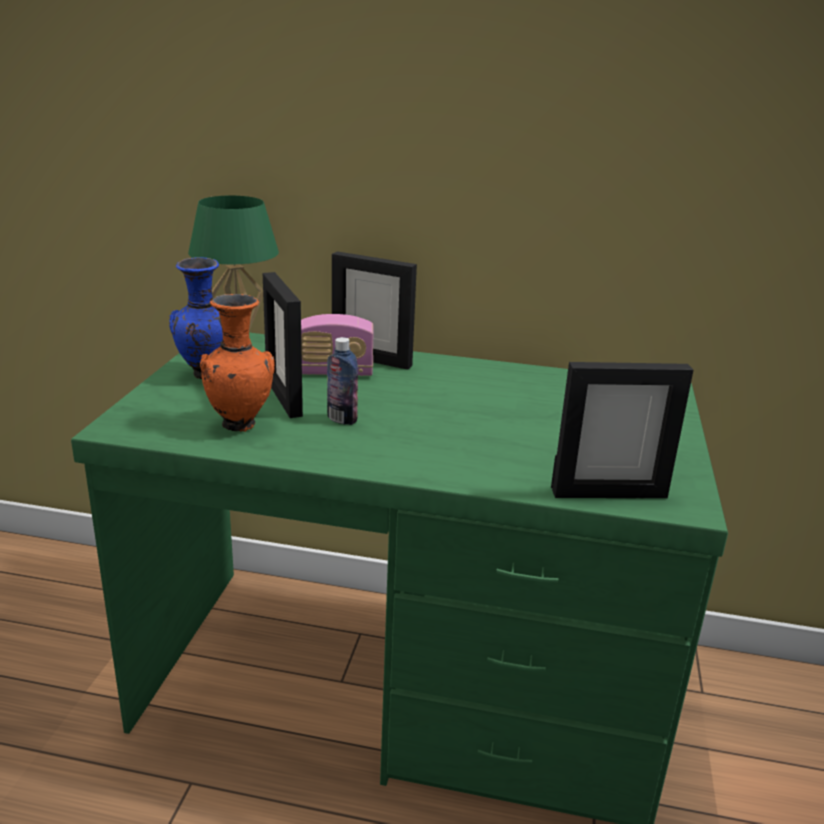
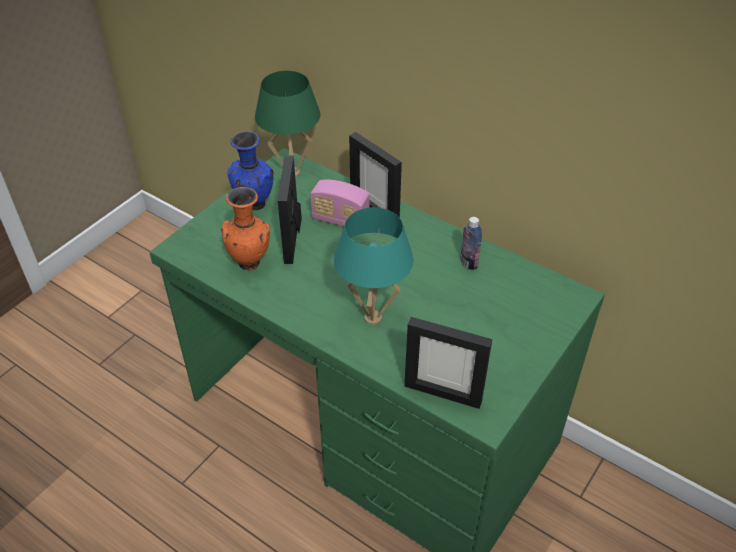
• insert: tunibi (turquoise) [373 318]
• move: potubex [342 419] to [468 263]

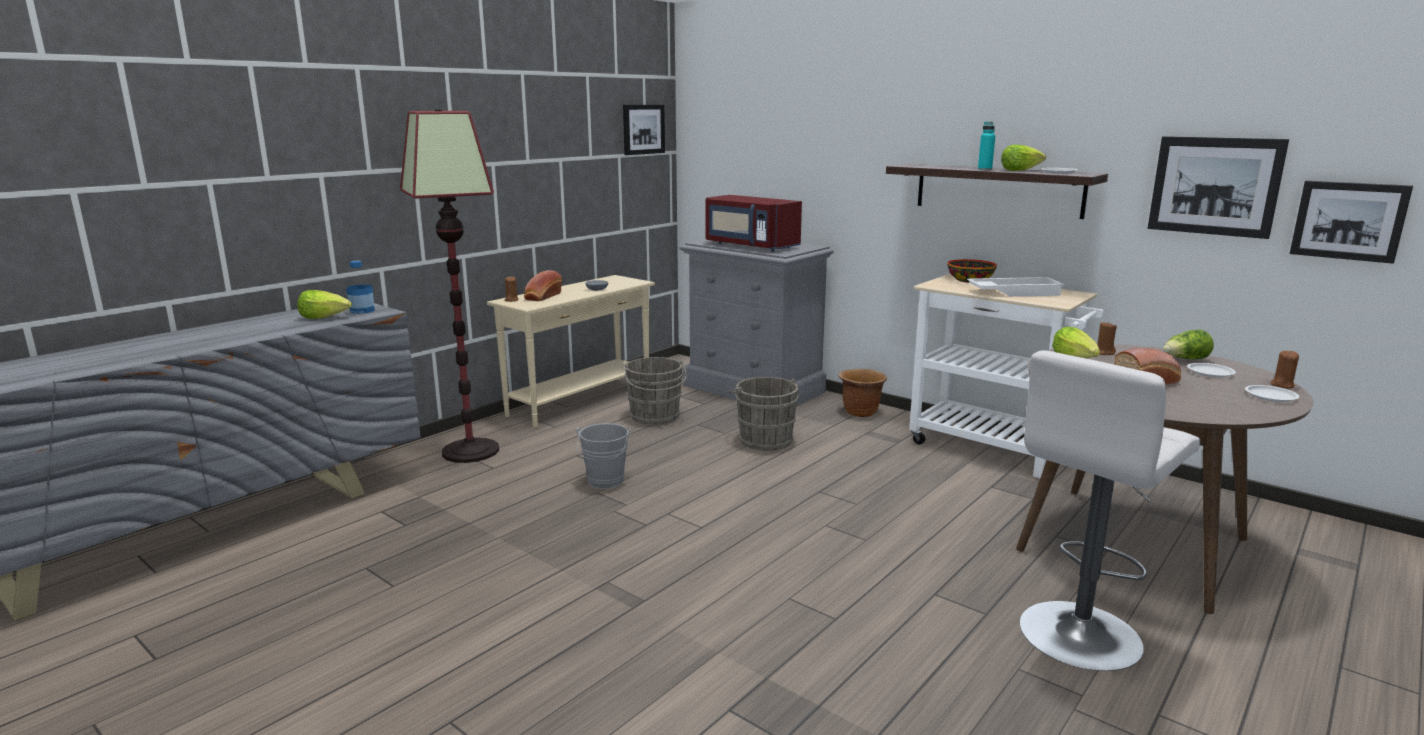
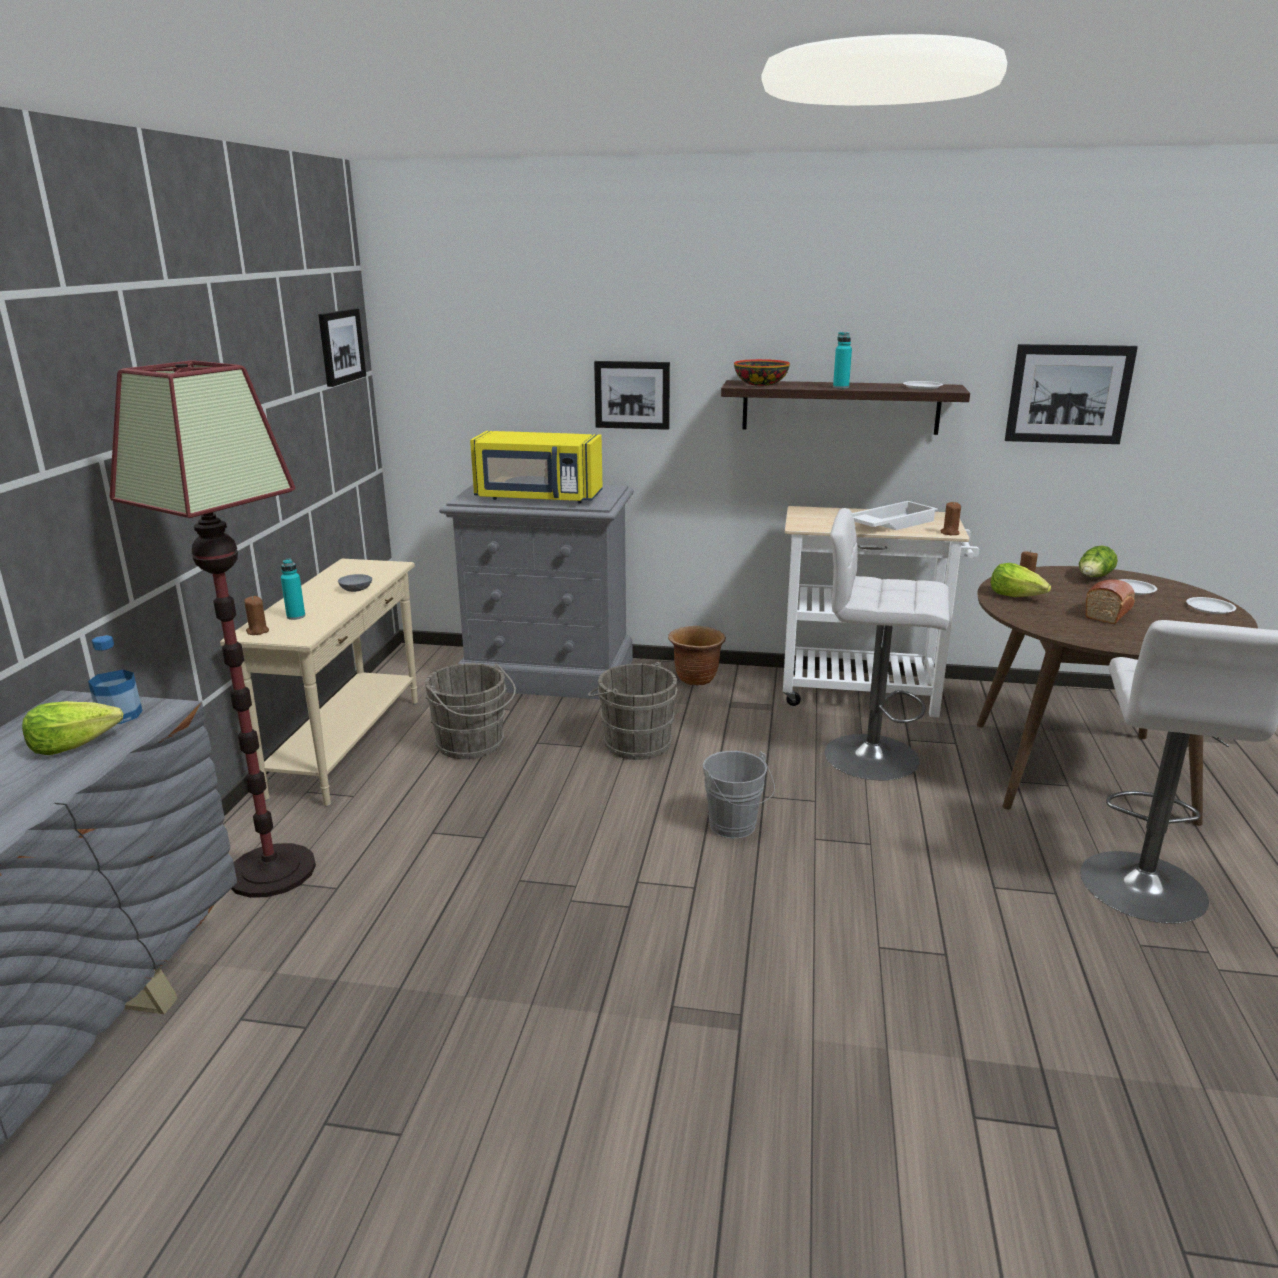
• replace: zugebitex [542 297] to potubex (turquoise) [296 616]
• recolor: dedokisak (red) [750 246] to dedokisak (yellow) [538 498]
• move: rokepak [1349 220] to [632 394]
• move: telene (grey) [605 483] to [735 828]
• move: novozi [969 280] to [760 384]
• insert: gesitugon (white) [870 756]
• move: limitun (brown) [1282 385] to [949 533]
• delete: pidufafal [1019 170]

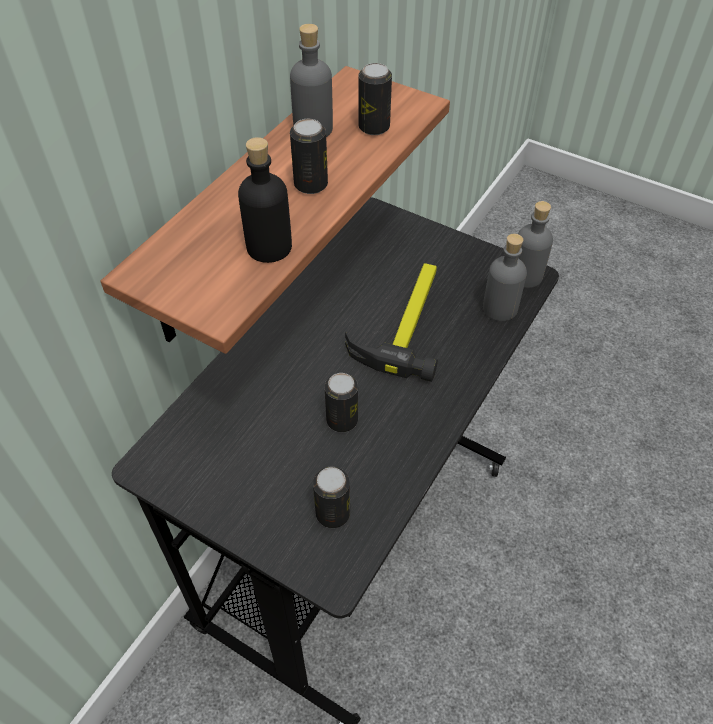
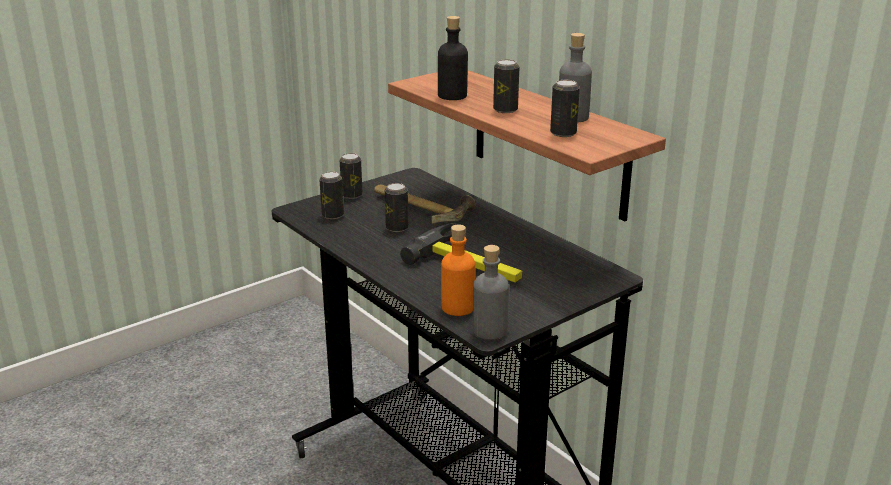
• insert: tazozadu [352 195]
• insert: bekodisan [421 207]
• recolor: potubex (grey) [500 308] to potubex (orange) [458 307]

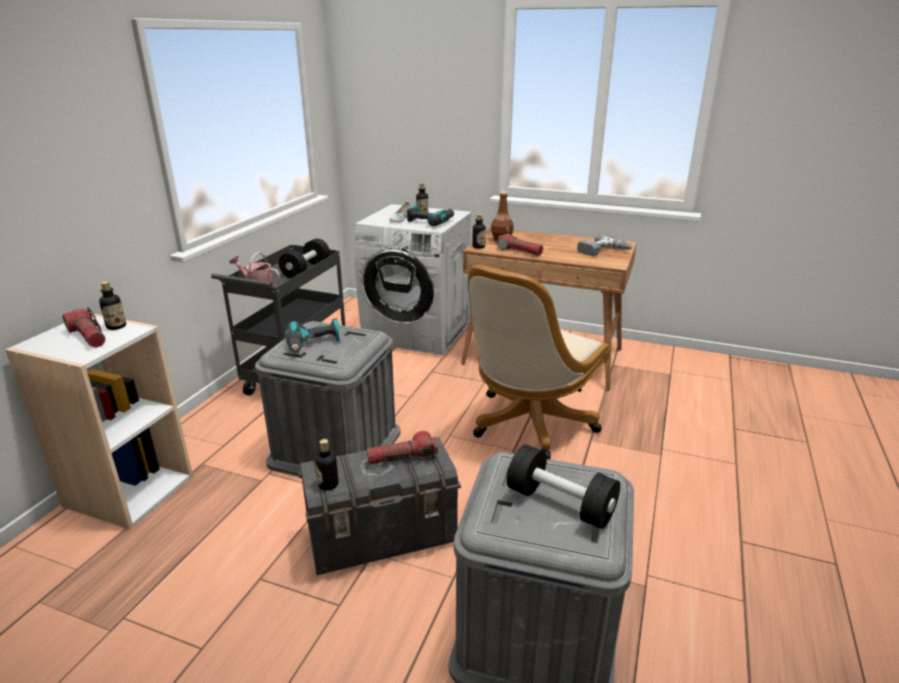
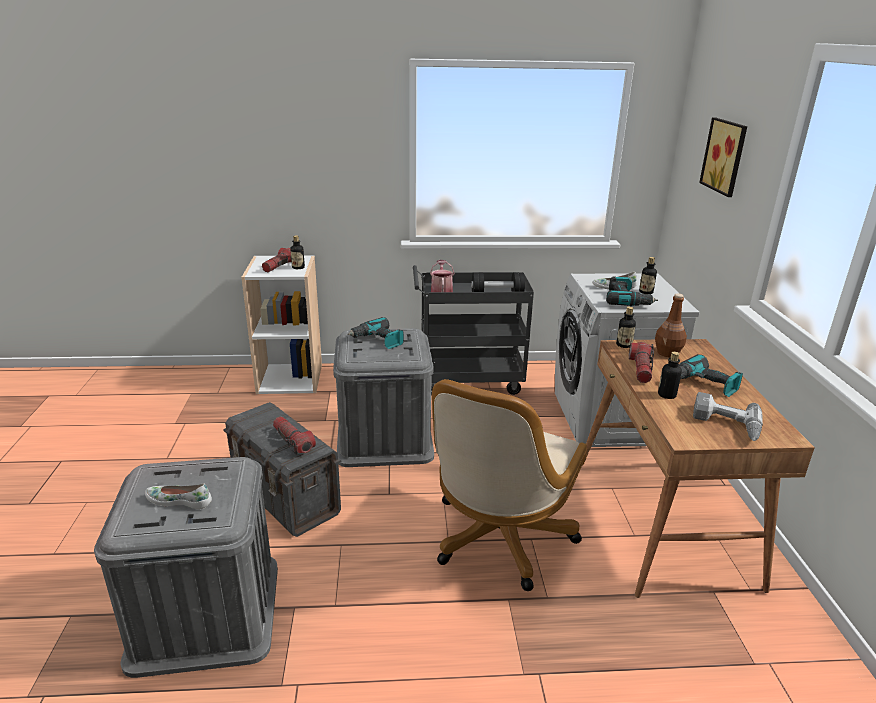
• replace: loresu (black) [560 503] to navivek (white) [179 500]
• rotate: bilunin [528 426] = [498 542] 75 degrees counterclockwise
• move: potubex [328 484] to [667 395]
• insert: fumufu [703 385]
• insert: rokepak [726 156]

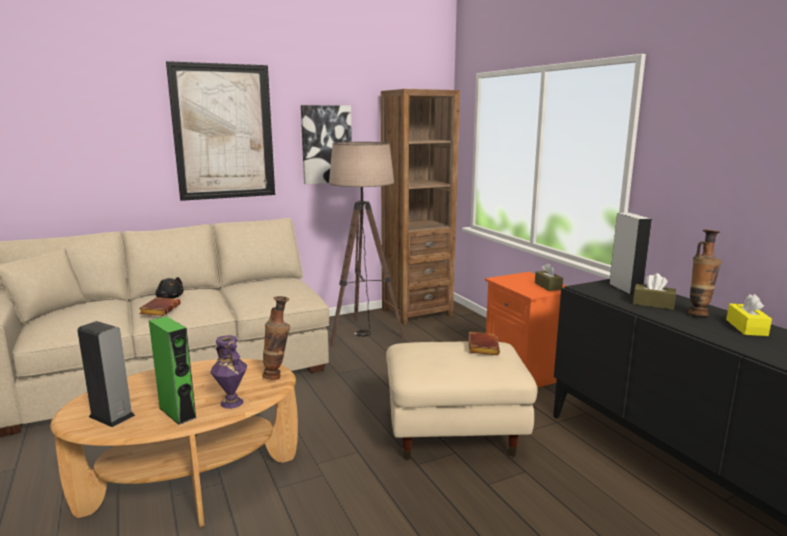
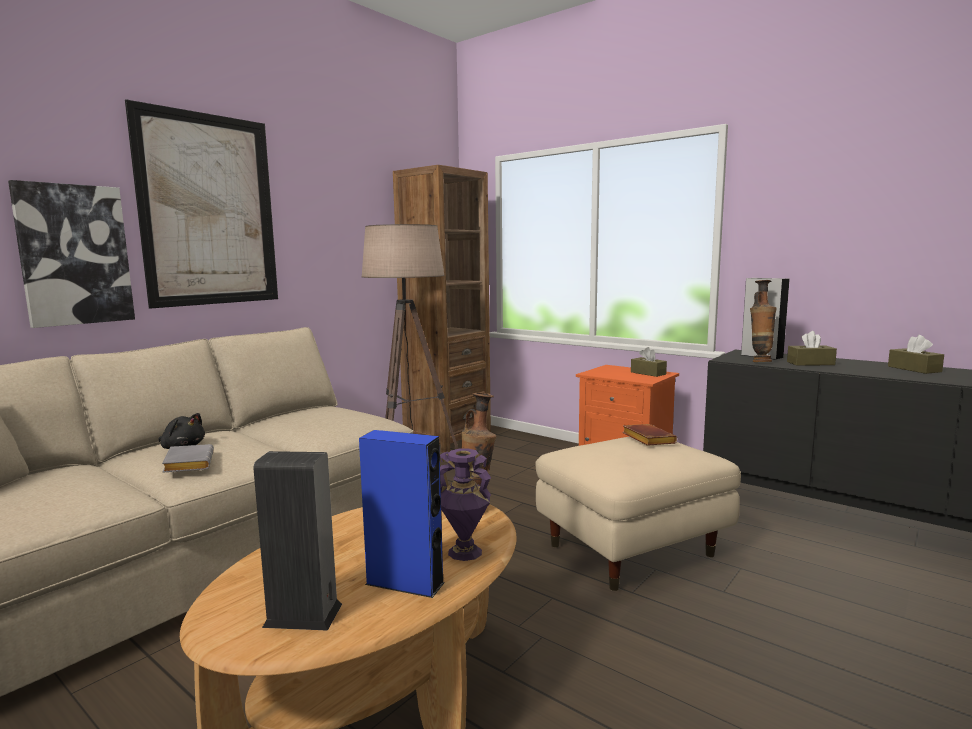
• move: rokepak [326 144] to [74 255]
• recolor: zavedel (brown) [160 310] to zavedel (grey) [187 463]
• recolor: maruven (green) [177 412] to maruven (blue) [405 583]
• move: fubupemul [698 313] to [760 362]
• recolor: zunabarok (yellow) [746 327] to zunabarok (brown) [914 369]

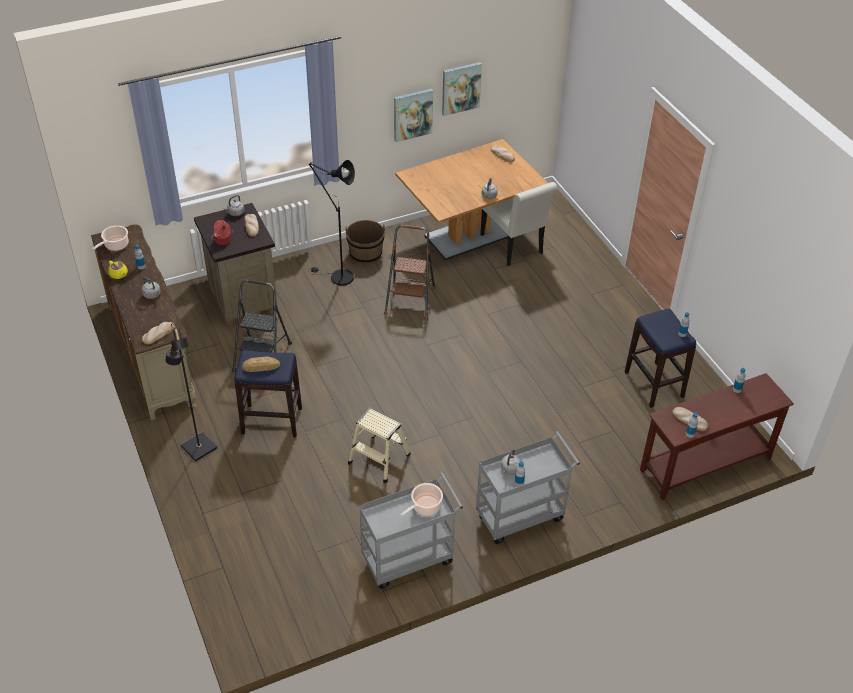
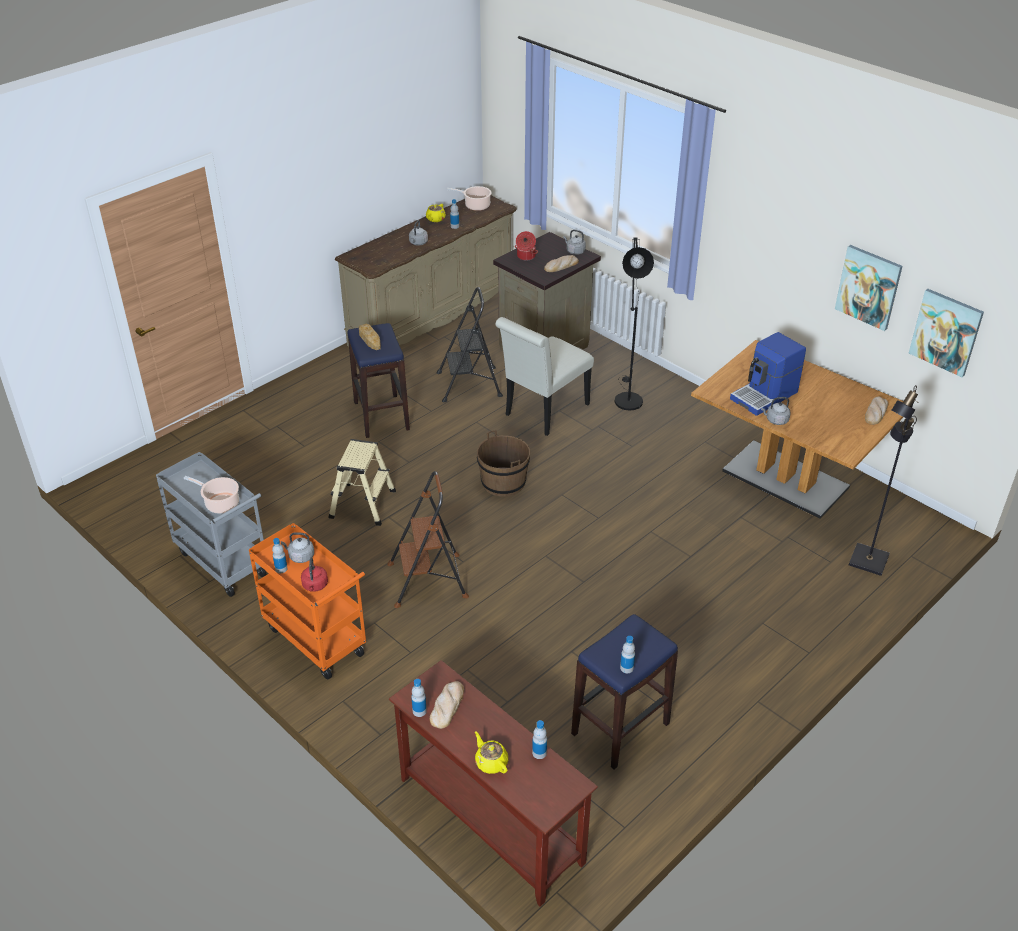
• recolor: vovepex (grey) [522 519] to vovepex (orange) [317 643]
• insert: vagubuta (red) [315 586]
• move: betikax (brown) [410 299] to [430 579]
• insert: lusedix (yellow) [491 762]
• move: telene (brown) [365 254] to [503 482]
• move: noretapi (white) [514 247] to [543 412]
• insert: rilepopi [765 396]
• move: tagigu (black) [199 447] to [869 560]
• move: rokepak [412 114] to [946 332]
• delete: zugebitex [158 334]

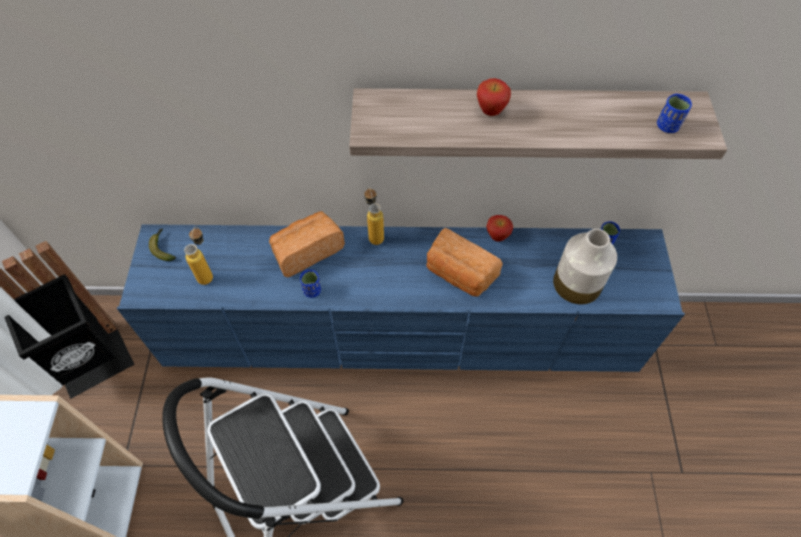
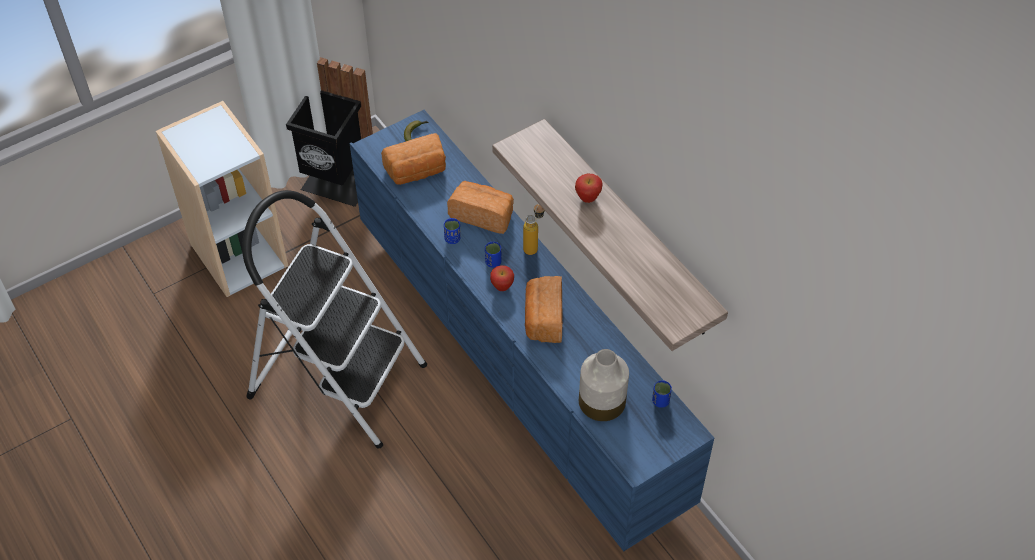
• replace: potubex [207 273] to zugebitex [417 171]
• move: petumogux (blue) [667 126] to [493 262]
• move: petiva [497 237] to [502 287]

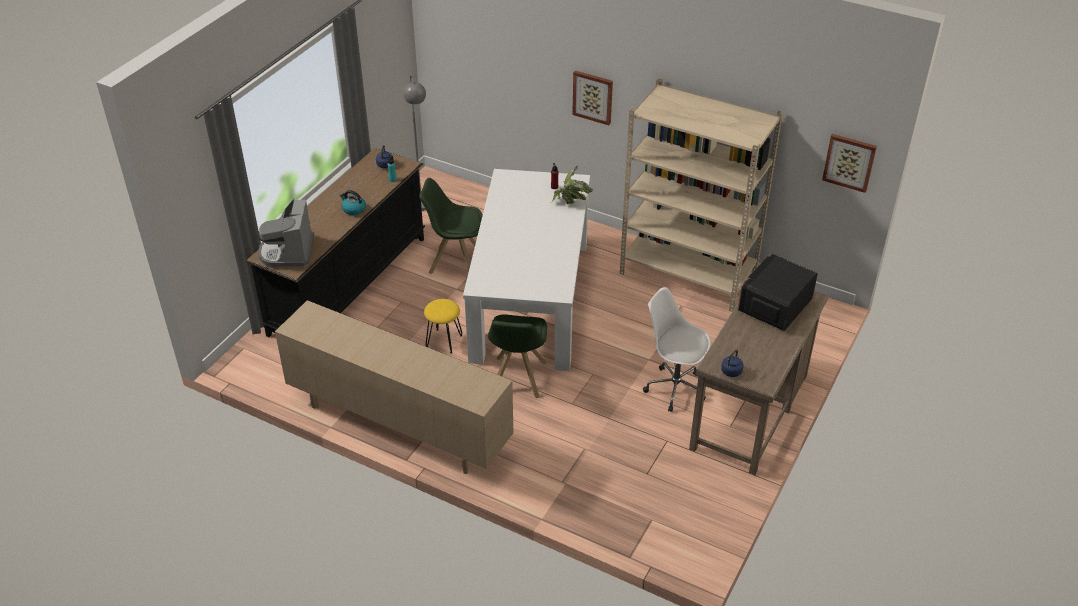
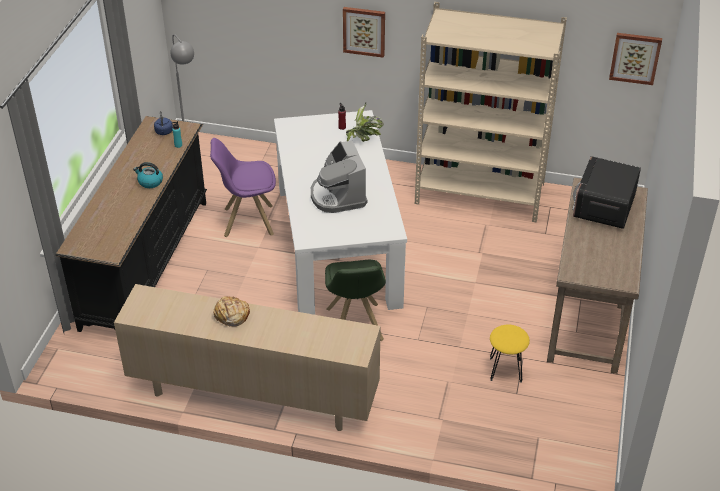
• recolor: noretapi (green) [455 263] to noretapi (purple) [248 221]
• insert: zugebitex [231 315]
• move: rilepopi [288 252] to [338 196]
• move: gesitugon (yellow) [444 341] to [505 370]
• delete: bilunin (white) [673 388]
• delete: vagubuta (blue) [730 372]

